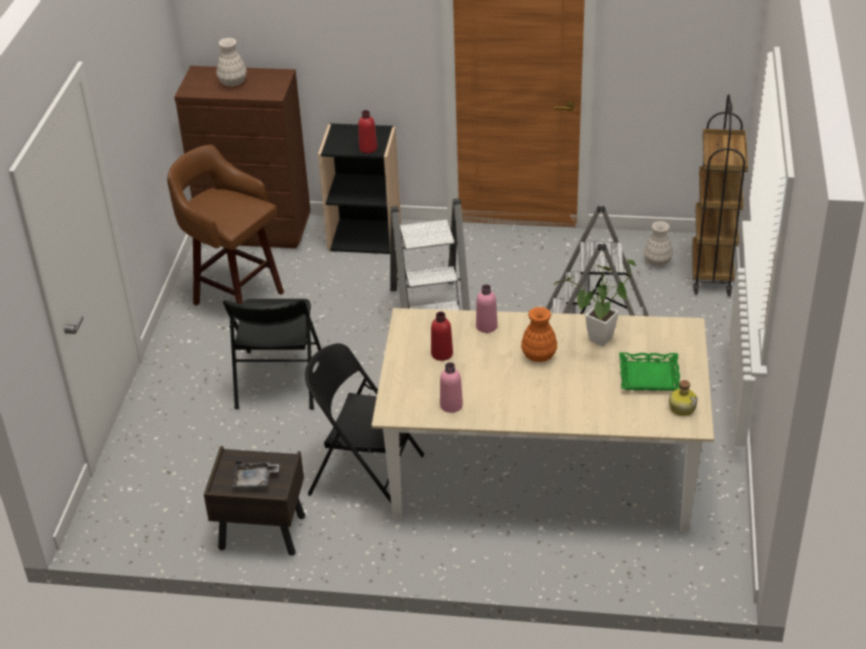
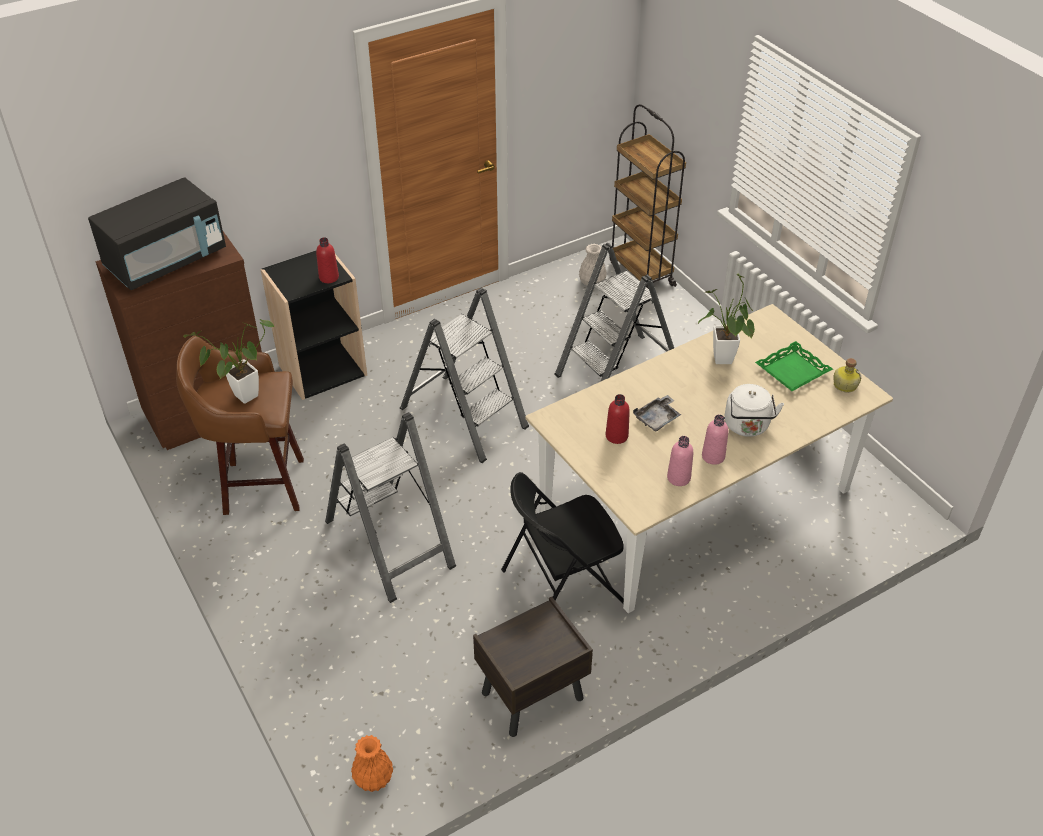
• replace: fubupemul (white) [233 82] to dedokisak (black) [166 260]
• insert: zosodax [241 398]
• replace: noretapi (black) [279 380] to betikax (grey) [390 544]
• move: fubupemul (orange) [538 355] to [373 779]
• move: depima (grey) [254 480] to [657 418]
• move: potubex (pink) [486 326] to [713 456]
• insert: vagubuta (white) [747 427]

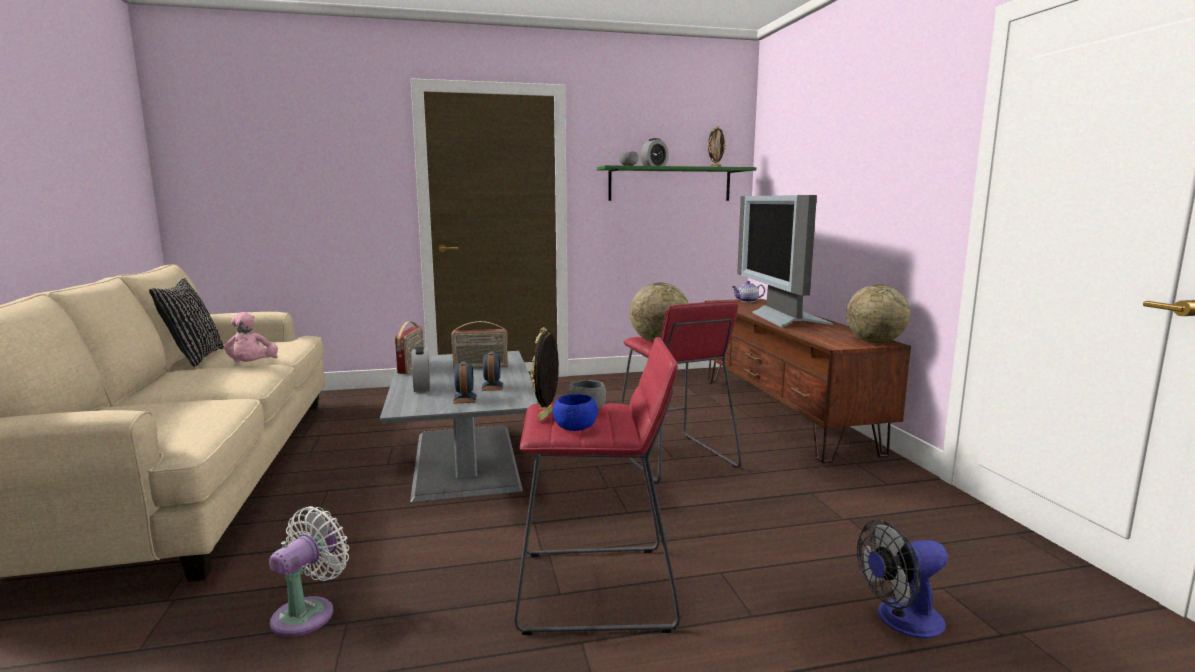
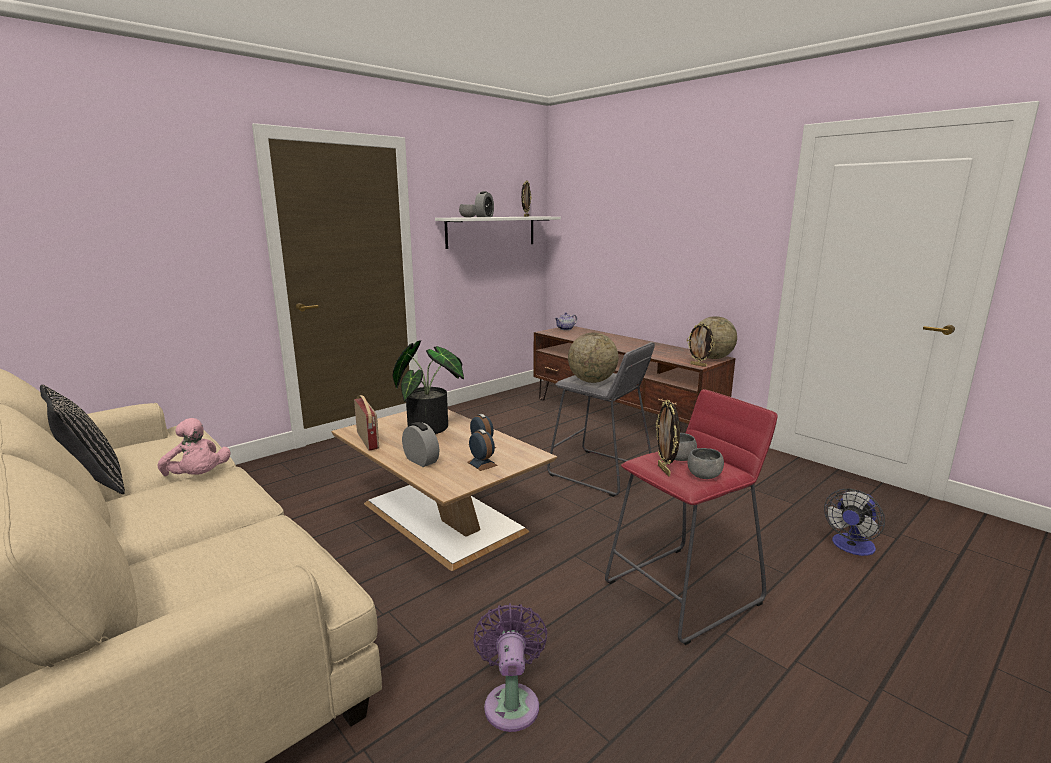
• recolor: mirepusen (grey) [464 458] to mirepusen (brown) [440 515]
• replace: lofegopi [480 366] to zosodax [433 427]
• recolor: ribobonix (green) [670 184] to ribobonix (white) [491 231]
• recolor: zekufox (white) [308 613] to zekufox (purple) [511 701]
• recolor: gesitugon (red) [674 459] to gesitugon (grey) [600 472]
• insert: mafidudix [698 365]
• recolor: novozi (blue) [575 428] to novozi (grey) [703 476]
• delete: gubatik [785 319]

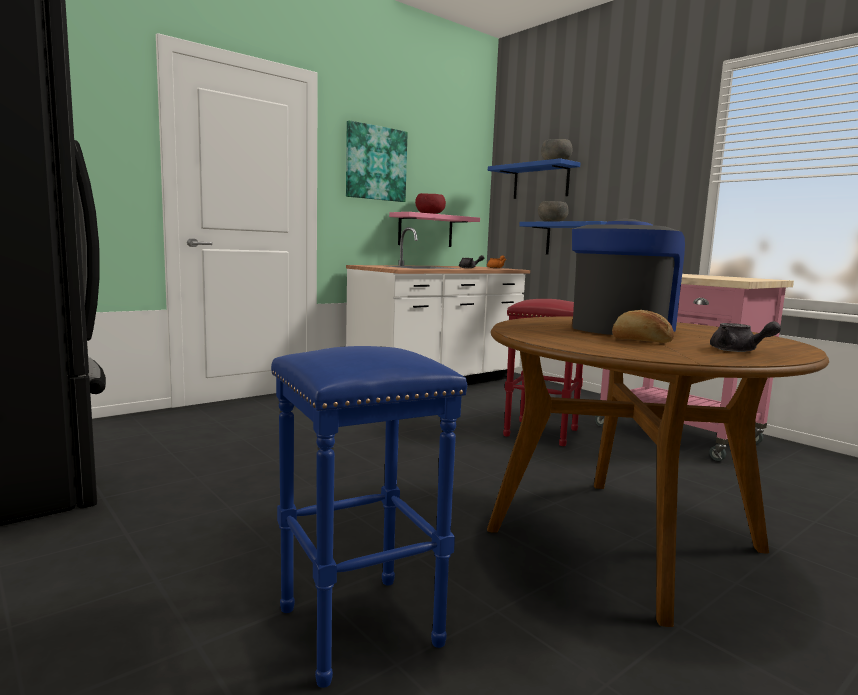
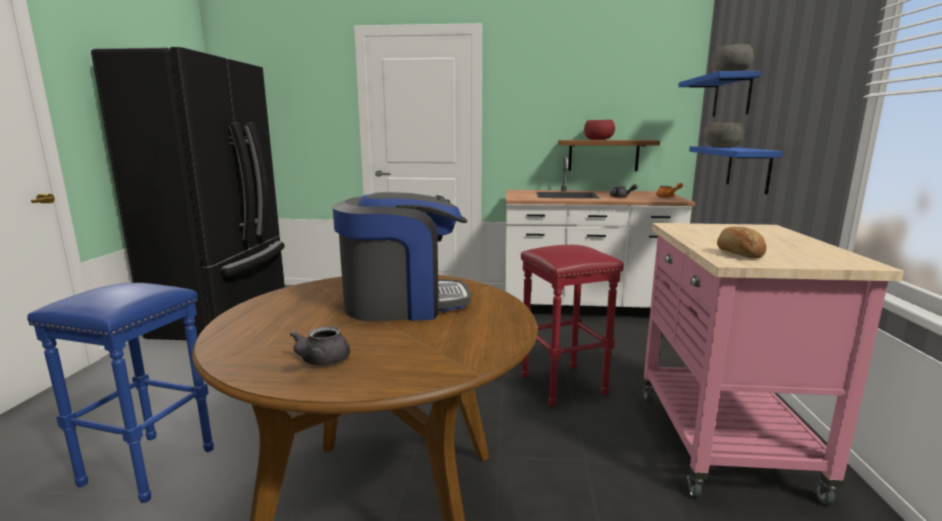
• recolor: ribobonix (pink) [425 230] to ribobonix (brown) [603 155]
• move: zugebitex [641 341] to [738 254]
• delete: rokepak [375 163]

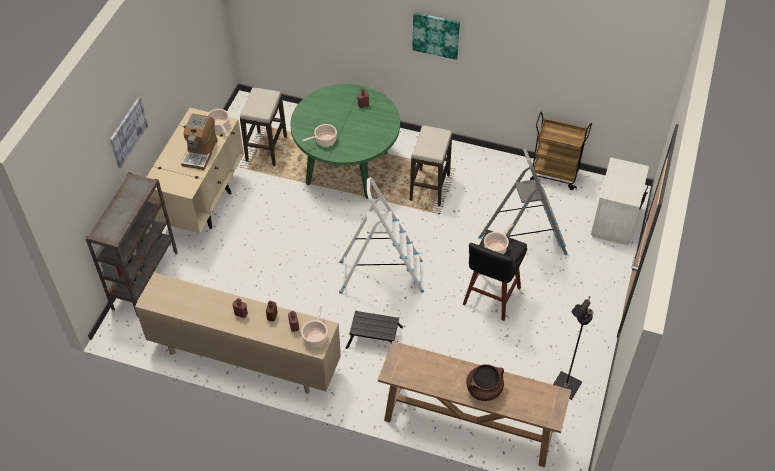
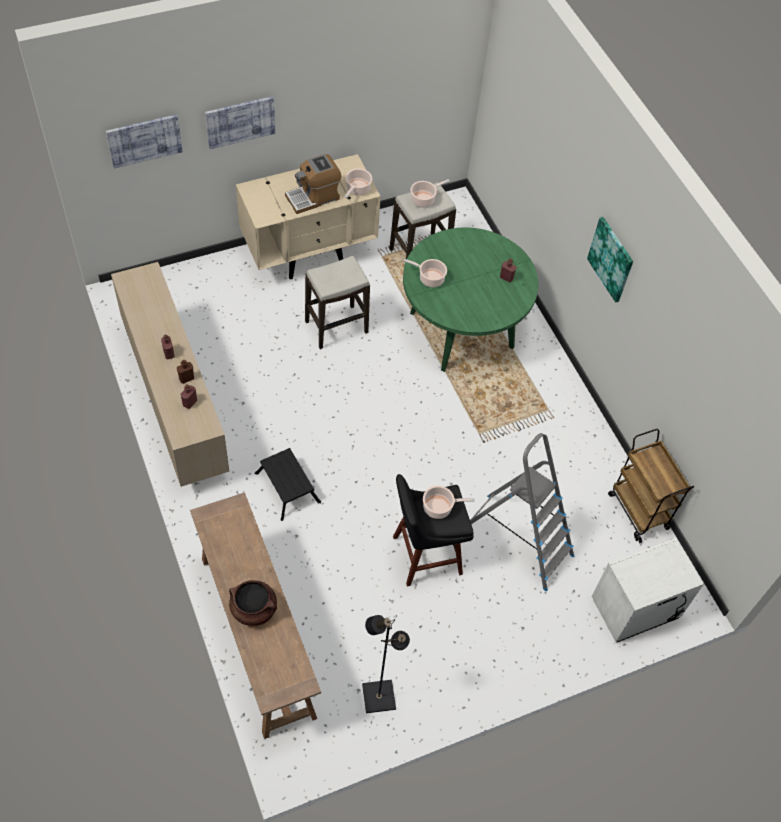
• insert: rokepak [144 140]
• move: gesitugon [430 187] to [336 327]
• move: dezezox [315 337] to [424 199]
• delete: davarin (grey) [145 280]
• delete: betikax (white) [381 276]

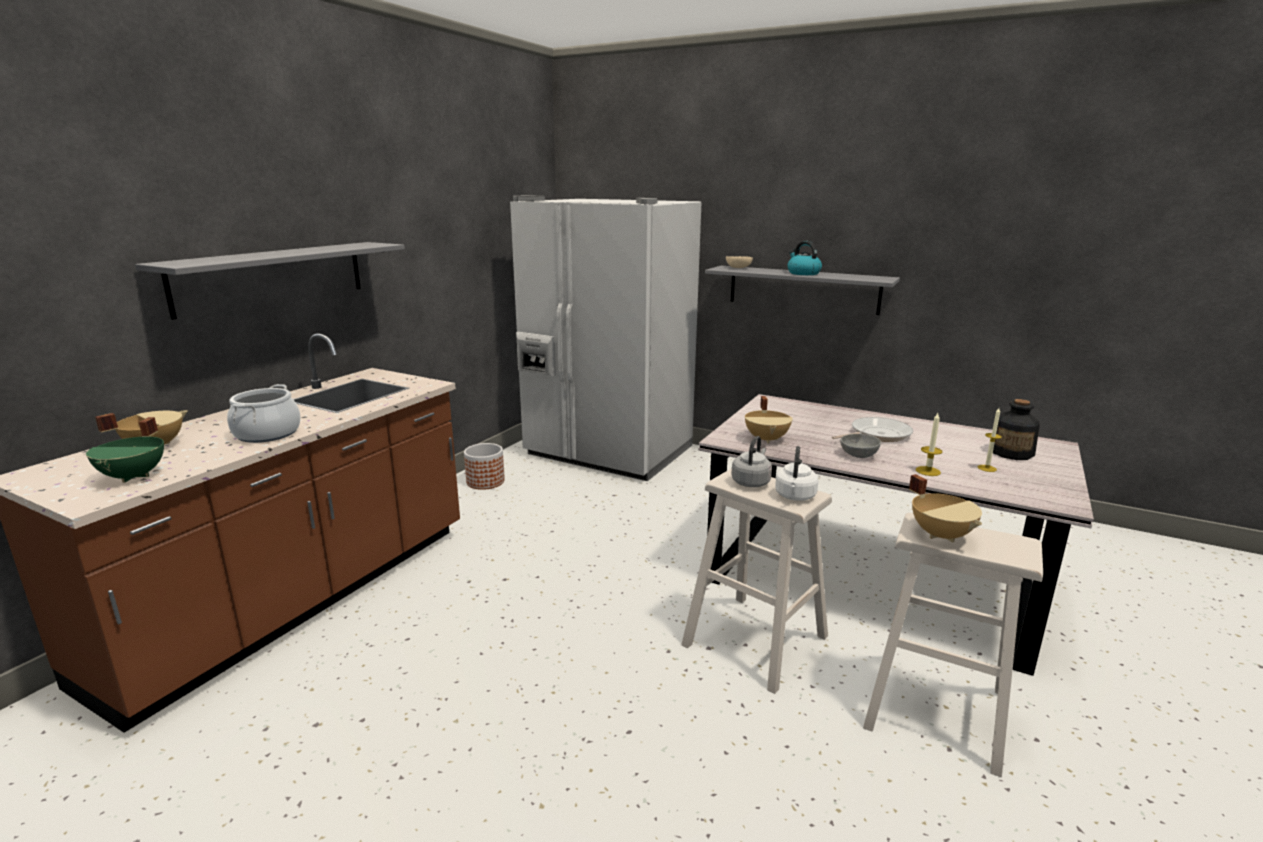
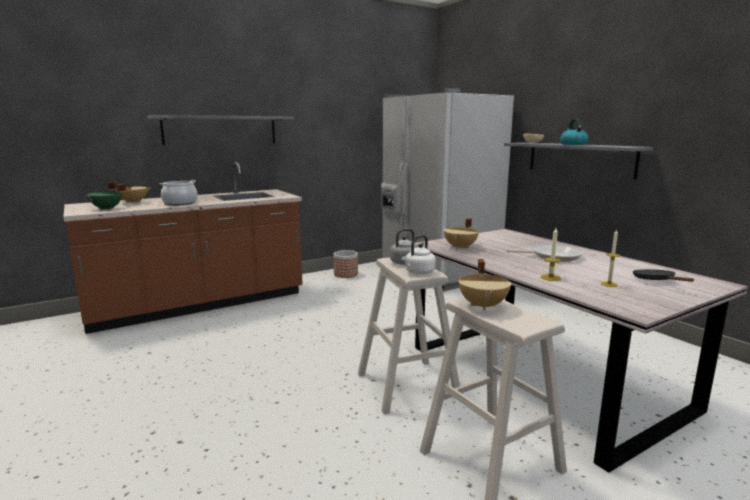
• replace: potubex [1011 453] to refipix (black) [656 281]
• delete: novozi (grey) [858 455]

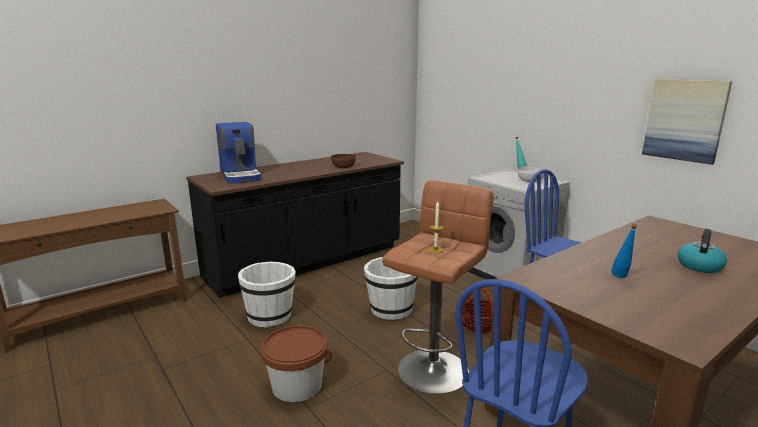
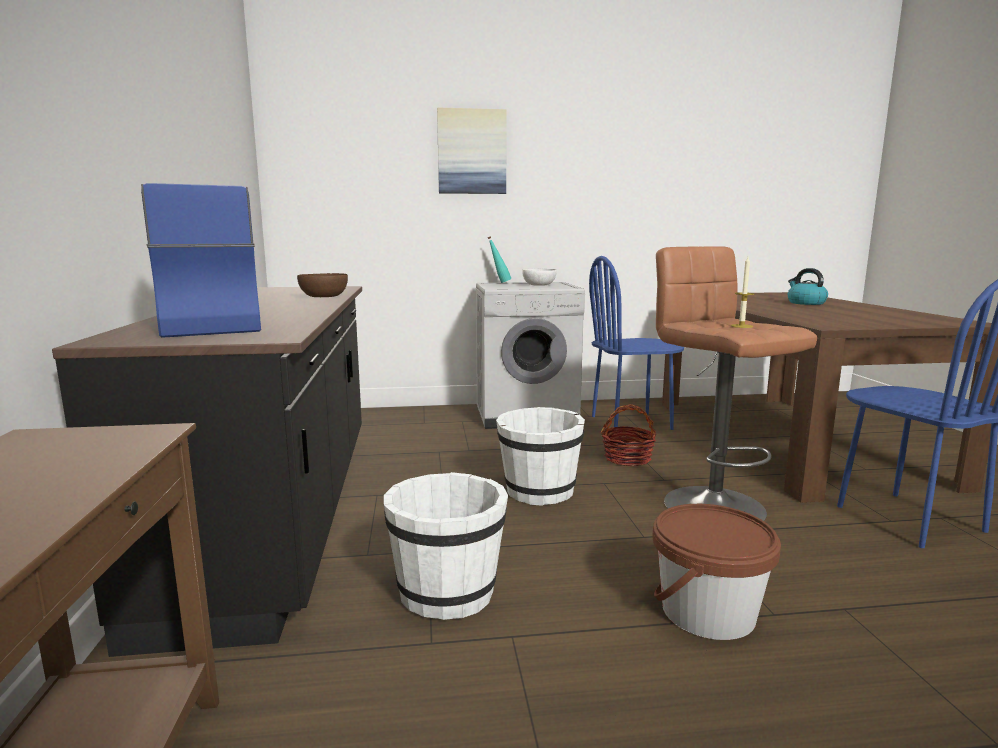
• rotate: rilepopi [241 176] = [209 324] 120 degrees counterclockwise
• move: rokepak [684 120] to [472 152]
• delete: potubex (blue) [620 278]

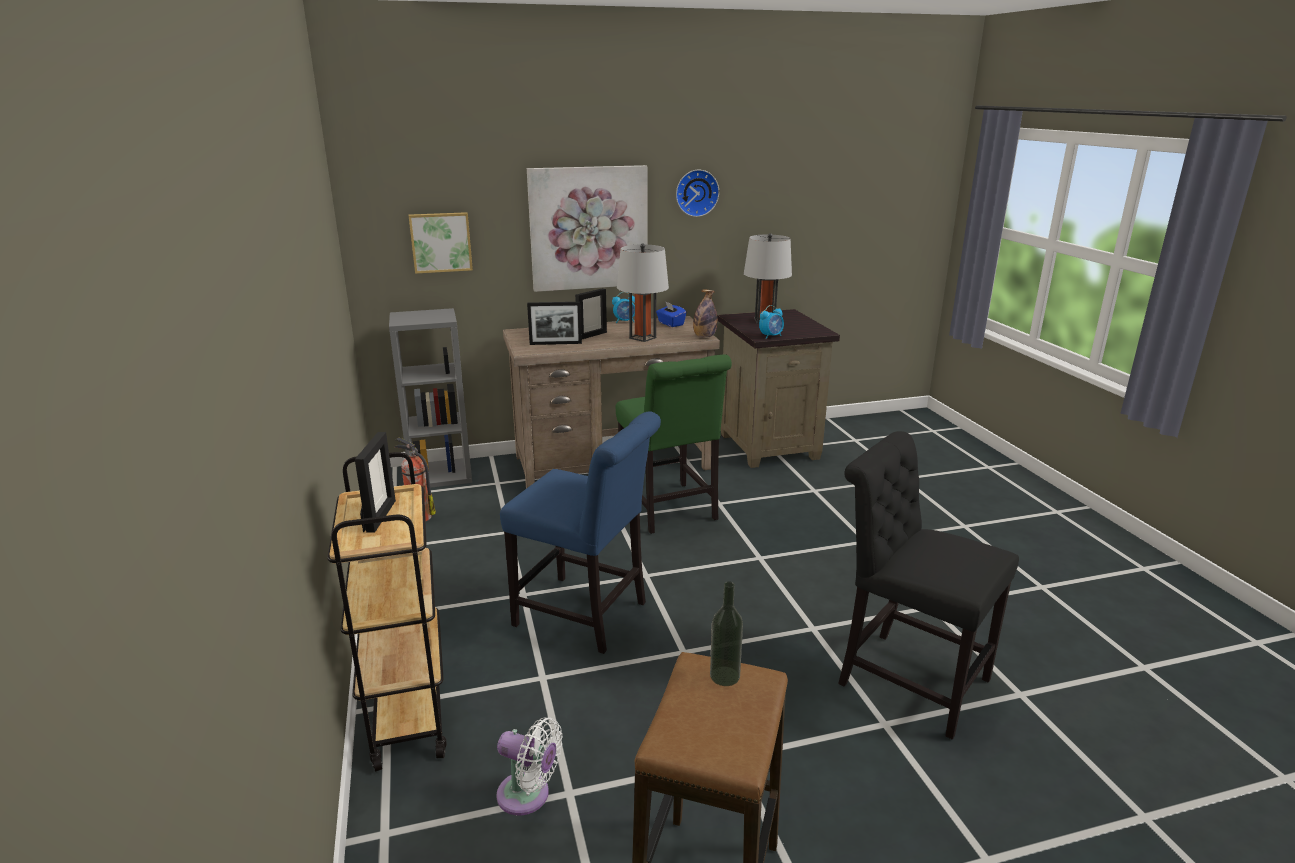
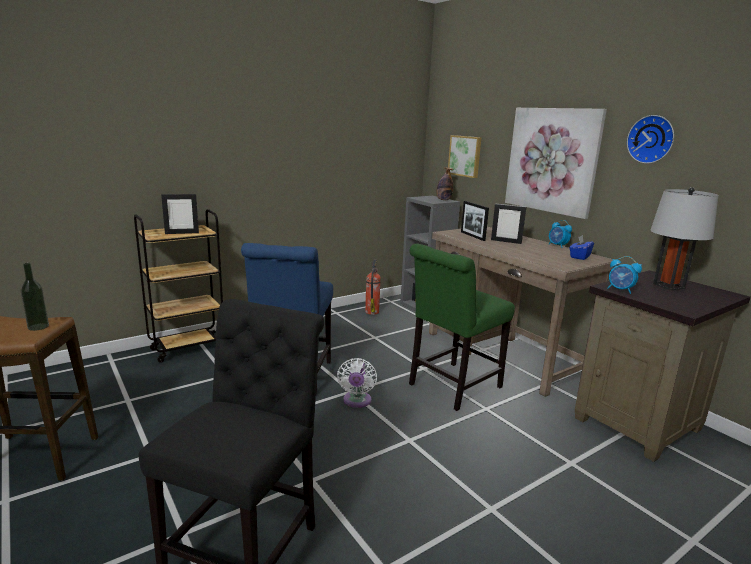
• move: zekufox (white) [528 796] to [356 401]
• move: potubex [704 336] to [443 200]
• delete: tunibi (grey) [642 338]

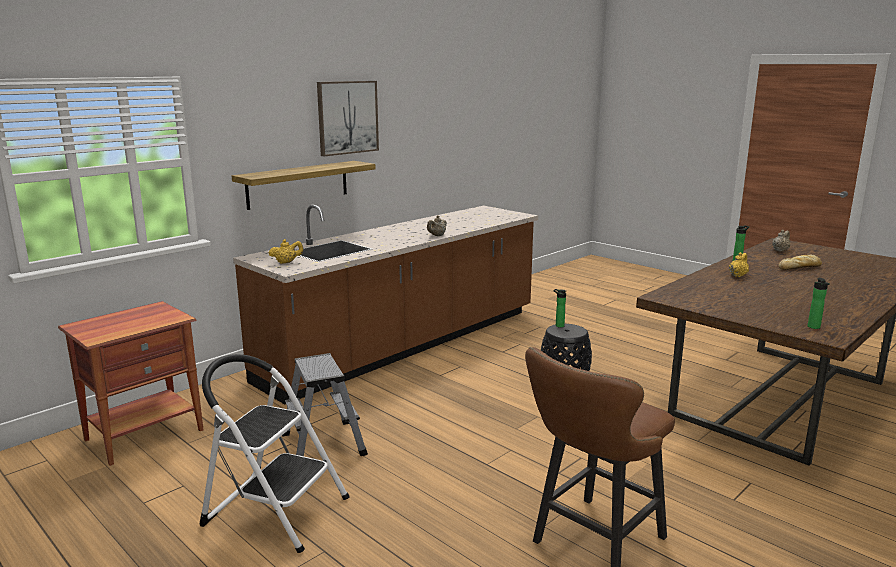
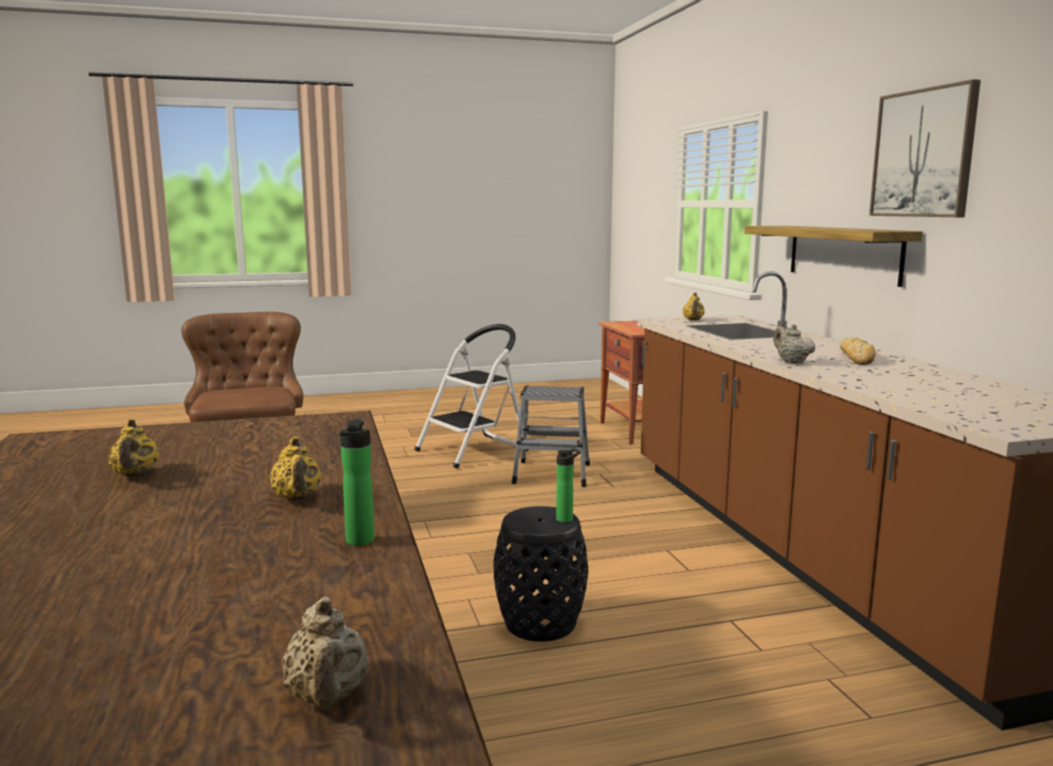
• insert: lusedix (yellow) [135 475]
• move: zugebitex [800 267] to [856 358]
• delete: potubex [814 327]

